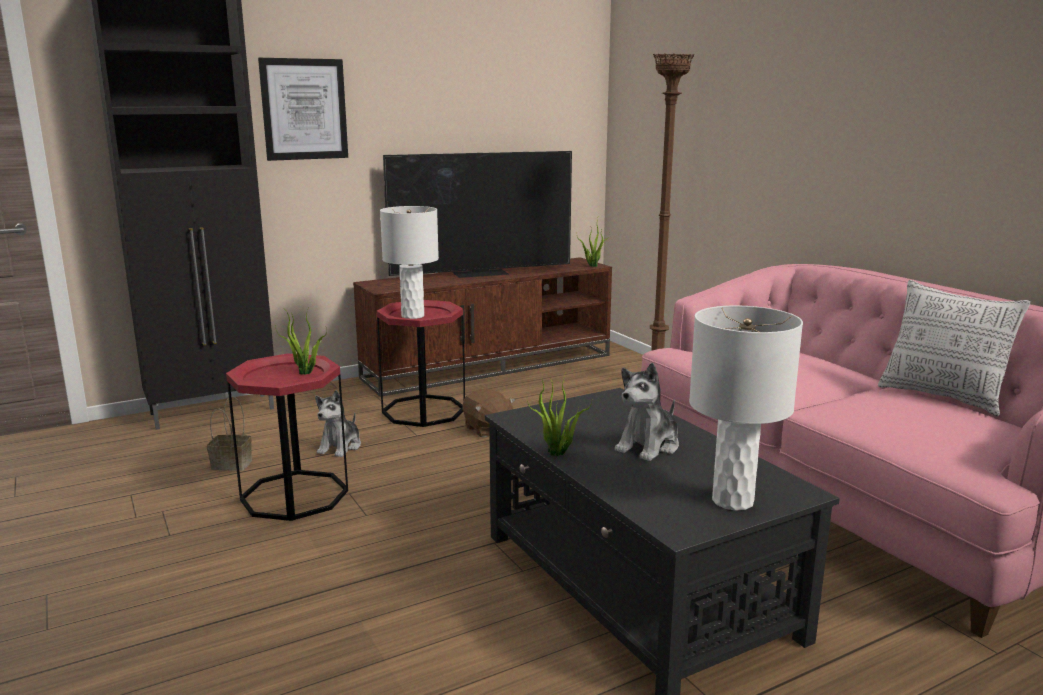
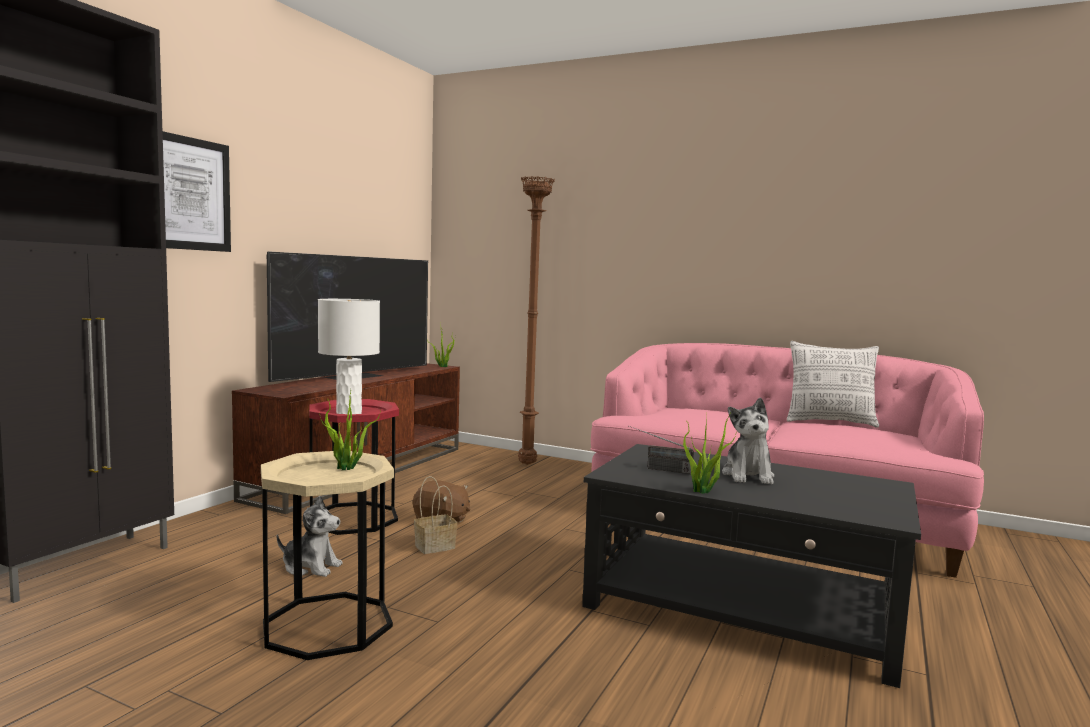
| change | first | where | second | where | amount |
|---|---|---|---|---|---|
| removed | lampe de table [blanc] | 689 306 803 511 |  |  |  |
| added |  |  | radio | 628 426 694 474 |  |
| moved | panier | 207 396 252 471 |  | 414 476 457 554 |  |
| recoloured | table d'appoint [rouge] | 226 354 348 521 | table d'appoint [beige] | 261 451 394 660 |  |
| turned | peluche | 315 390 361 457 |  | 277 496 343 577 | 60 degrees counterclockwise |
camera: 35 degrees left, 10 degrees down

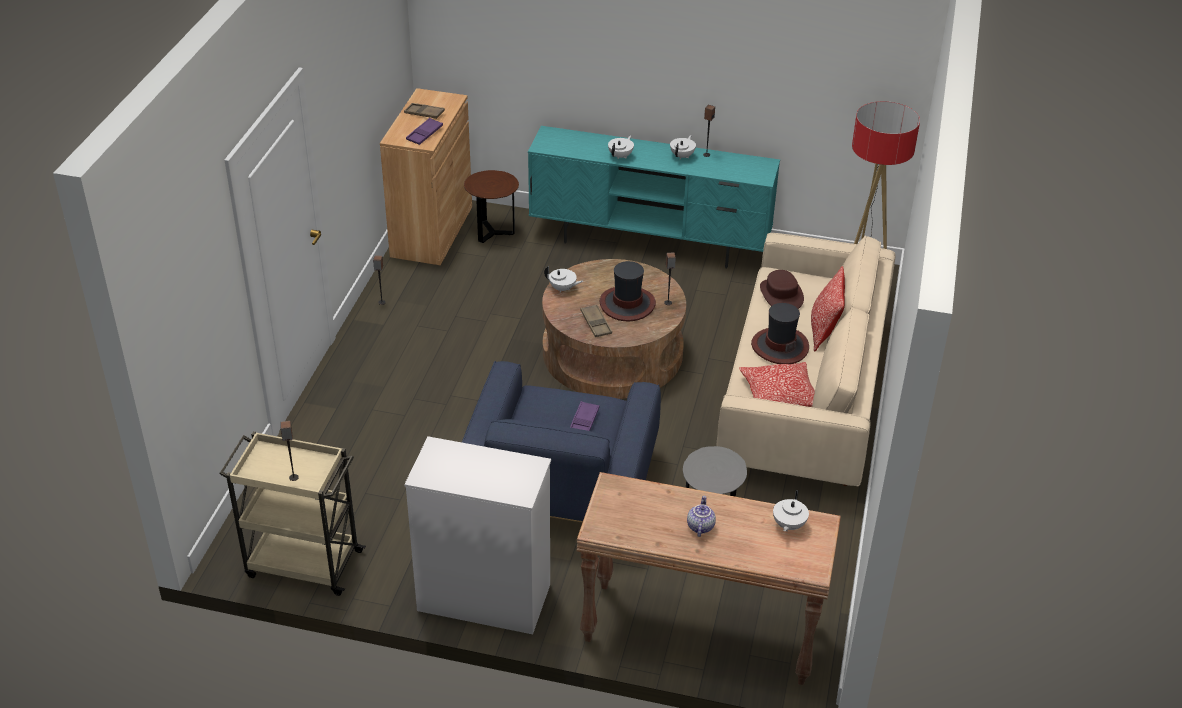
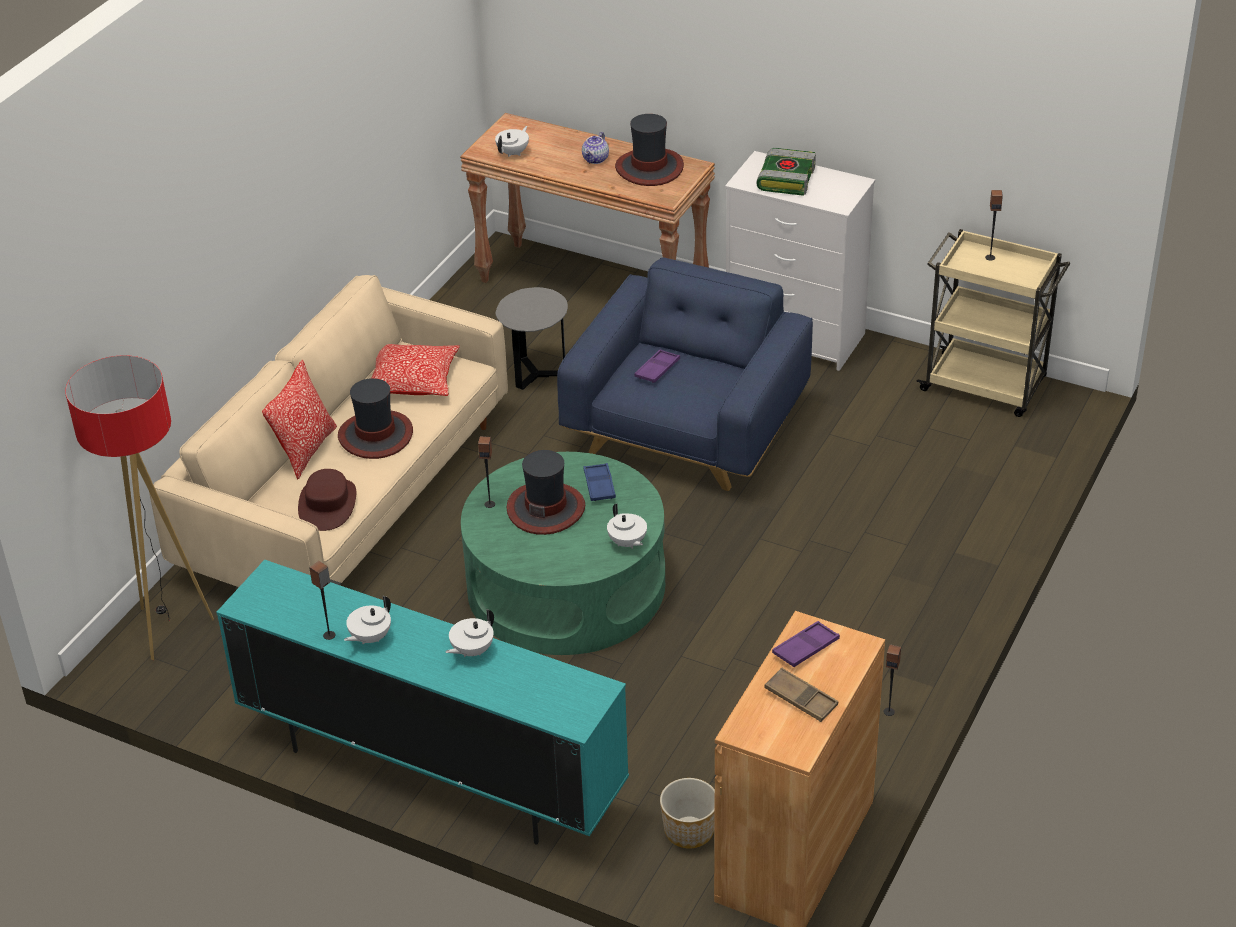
| change | first | where | second | where | amount |
|---|---|---|---|---|---|
| added |  |  | chapeau | 615 114 684 186 |  |
| added |  |  | livre | 756 148 816 196 |  |
| replaced | table d'appoint [marron] | 464 170 519 243 | cache-pot | 660 778 715 848 |  |
| recoloured | table basse [marron] | 542 259 686 399 | table basse [vert] | 461 452 665 655 |  |
| recoloured | plateau [marron] | 580 305 612 337 | plateau [bleu] | 584 463 616 501 |  |
| turned | théière [blanc] | 544 266 583 293 |  | 607 504 647 549 | 150 degrees counterclockwise |
camera: 165 degrees left, 0 degrees up

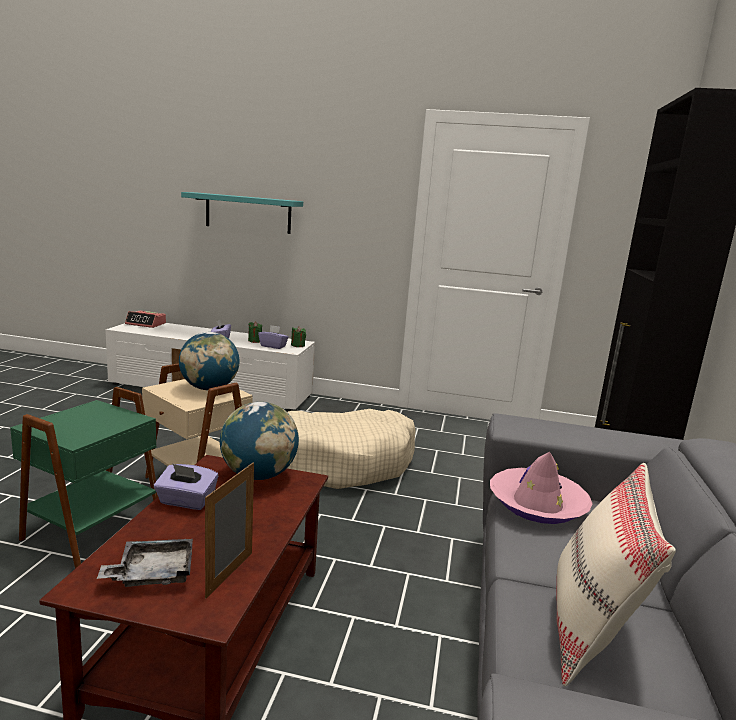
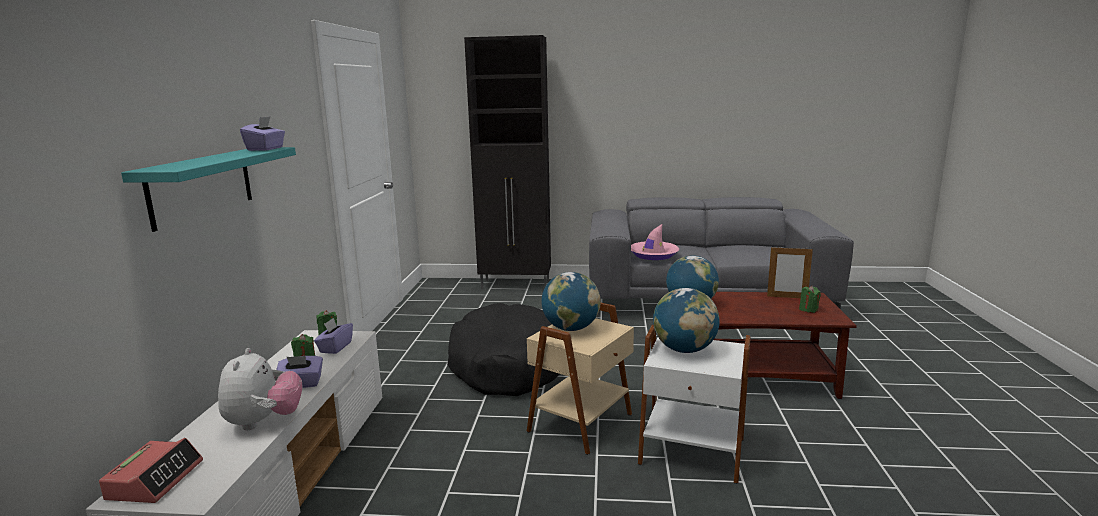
| change | first | where | second | where | amount |
|---|---|---|---|---|---|
| removed | coussin [beige] | 556 463 676 687 |  |  |  |
| added |  |  | peluche | 218 348 302 430 |  |
| added |  |  | globe | 653 288 720 353 |  |
| moved | boîte à mouchoirs [violet] | 154 463 218 510 |  | 240 116 285 151 |  |
| replaced | plateau [gris] | 97 539 193 587 | bougie [vert] | 799 286 821 313 |  |
| recoloured | table d'appoint [vert] | 10 387 158 569 | table d'appoint [blanc] | 638 324 751 484 |  |
| recoloured | panier pour chien [beige] | 287 409 416 489 | panier pour chien [noir] | 447 303 560 396 |  |
camera: 95 degrees left, 0 degrees up

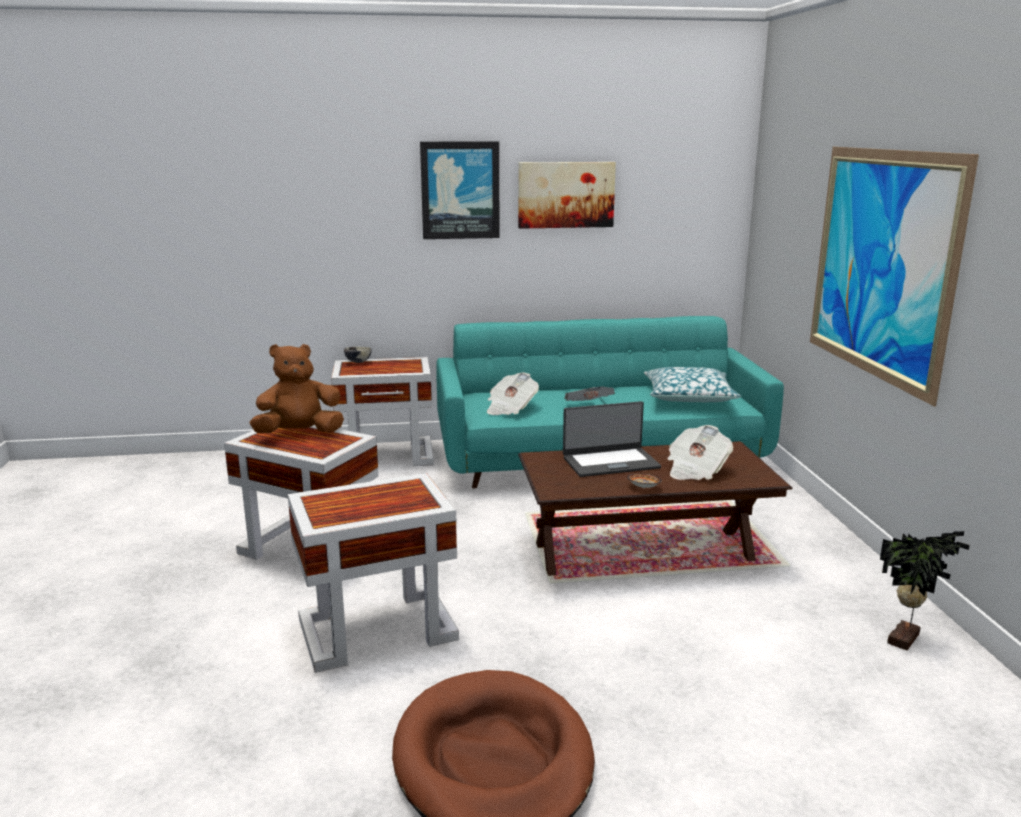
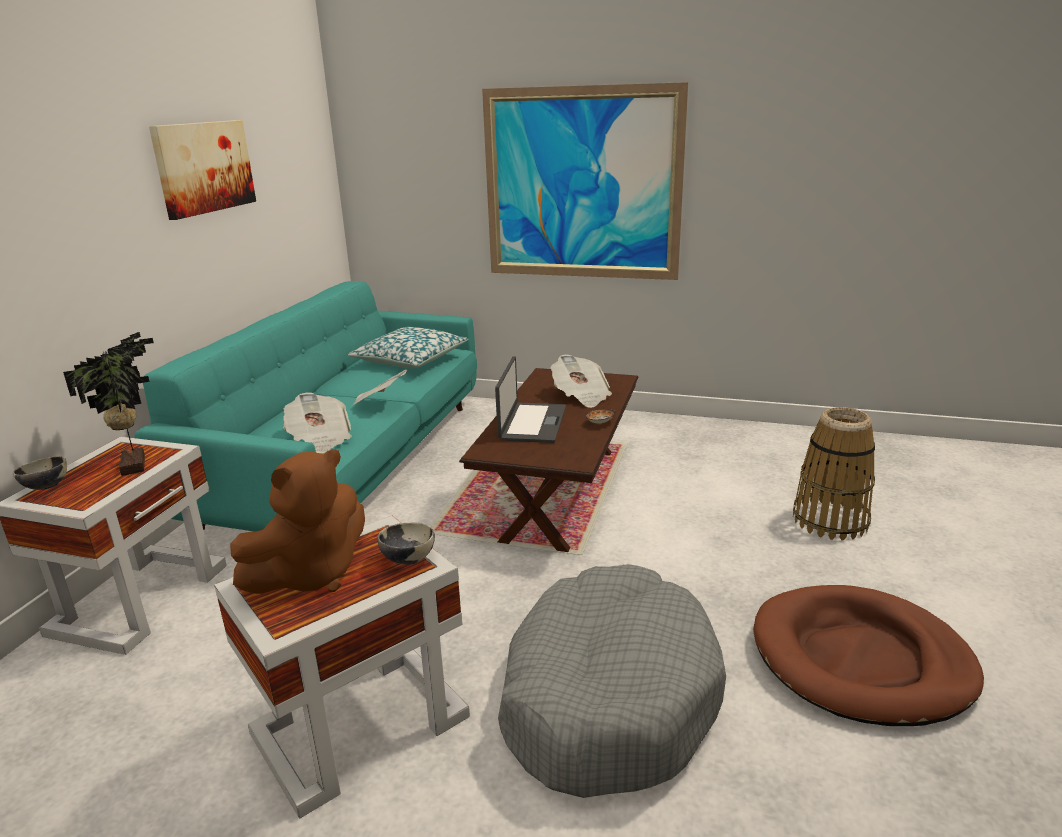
| change | first | where | second | where | amount |
|---|---|---|---|---|---|
| removed | tableau | 420 141 500 239 |  |  |  |
| added |  |  | bol | 377 522 435 565 |  |
| added |  |  | panier | 793 407 875 540 |  |
| moved | plante en pot | 880 531 970 650 |  | 63 332 154 476 |  |
| replaced | table d'appoint [blanc] | 288 473 459 673 | panier pour chien [gris] | 498 564 726 798 |  |
| turned | peluche [marron] | 249 344 344 433 |  | 230 449 365 594 | 135 degrees counterclockwise |
camera: 65 degrees left, 5 degrees up

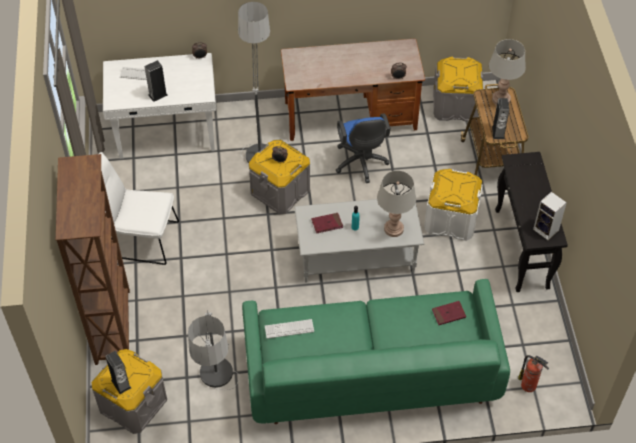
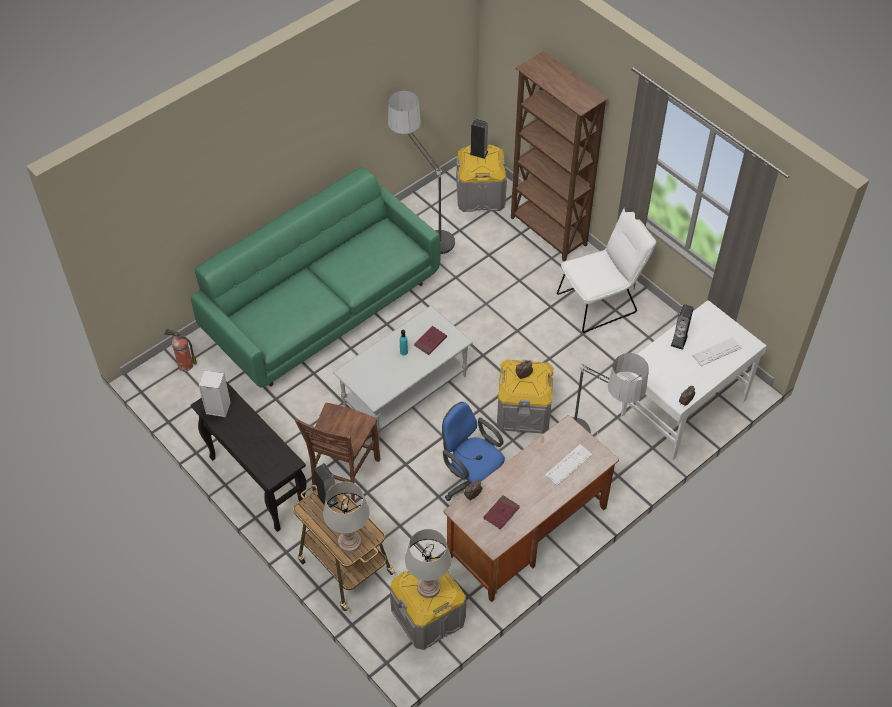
| change | first | where | second | where | amount |
|---|---|---|---|---|---|
| moved | clavier | 265 319 314 339 |  | 545 444 592 486 |  |
| moved | lampe de table [gris] | 377 170 416 237 |  | 405 529 451 598 |  |
| moved | livre [rouge] | 432 301 466 325 |  | 483 495 520 530 |  |
| replaced | boîte de rangement [blanc] | 424 169 483 241 | chaise [marron] | 295 403 380 502 |  |
camera: 145 degrees right, 0 degrees up

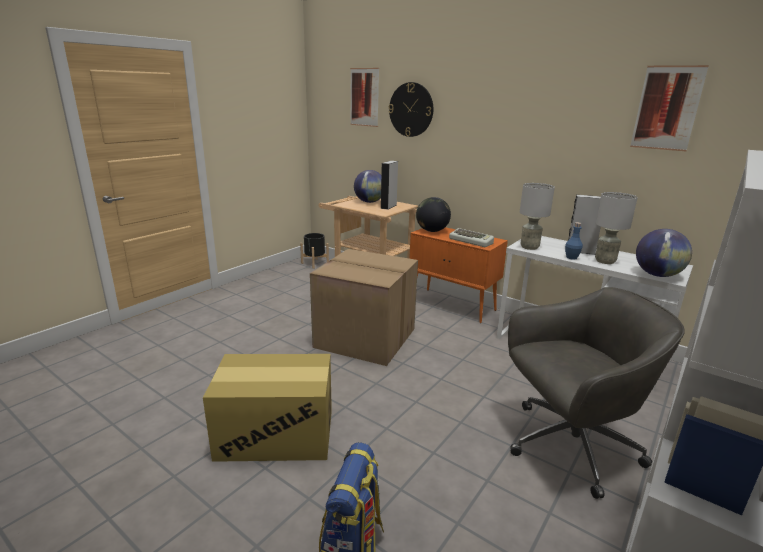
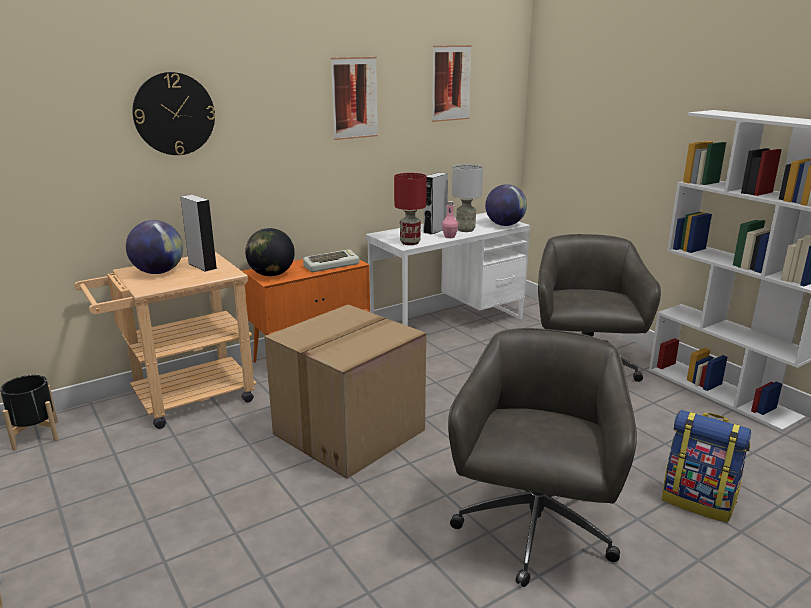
| change | first | where | second | where | amount |
|---|---|---|---|---|---|
| moved | tableau | 350 68 379 127 |  | 331 57 378 140 |  |
| replaced | carton | 203 354 332 462 | chaise de bureau [gris] | 448 328 637 587 |  |
| recoloured | lampe de table [gris] | 519 183 555 250 | lampe de table [rouge] | 394 173 427 245 |  |
| recoloured | bouteille [bleu] | 565 222 583 260 | bouteille [rose] | 442 201 458 238 |  |
camera: 70 degrees left, 0 degrees up

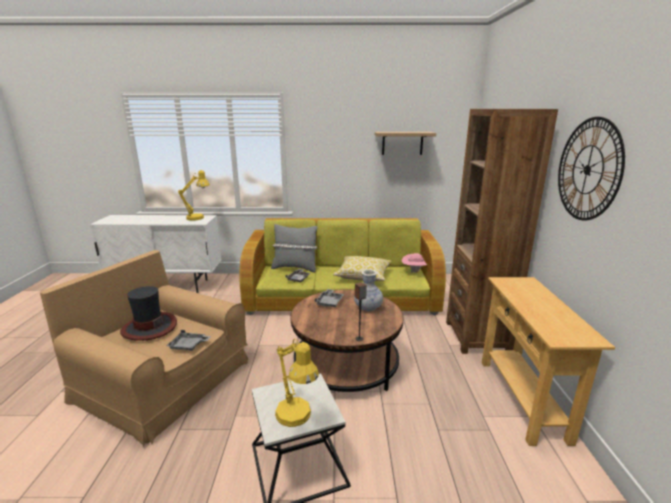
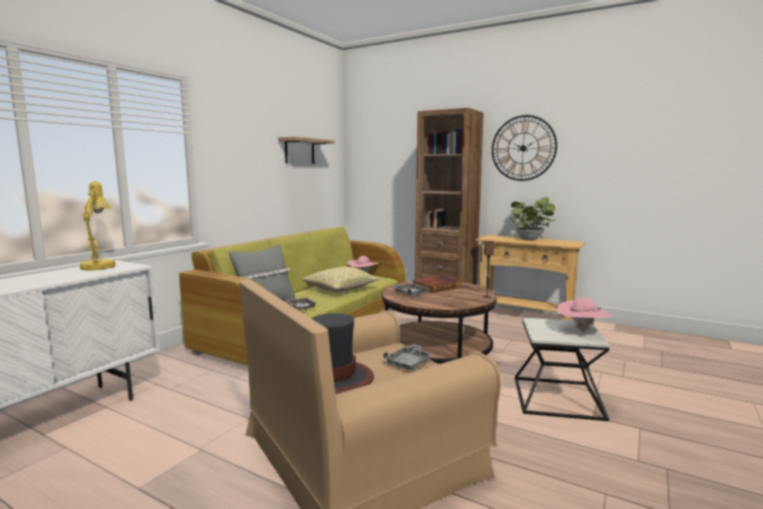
| change | first | where | second | where | amount |
|---|---|---|---|---|---|
| added |  |  | plante en pot | 509 197 555 241 |  |
| replaced | lampe de table [jaune] | 275 339 319 427 | chapeau [rose] | 556 298 613 332 |  |
| replaced | vase | 354 269 383 311 | livre | 412 275 461 293 |  |
camera: 60 degrees left, 10 degrees down

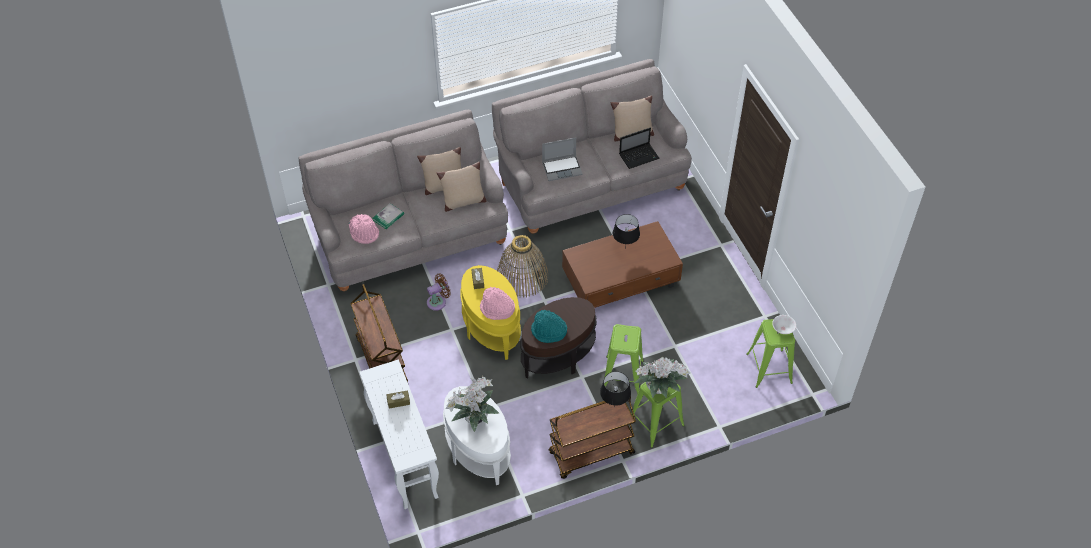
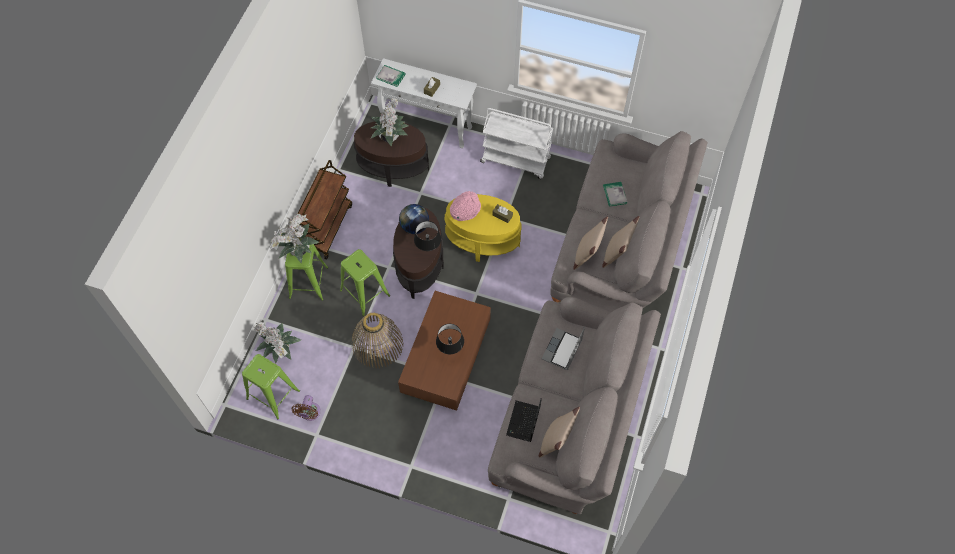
| change | first | where | second | where | amount |
|---|---|---|---|---|---|
| removed | chapeau [rose] | 349 214 379 244 |  |  |  |
| removed | bol [blanc] | 772 315 796 334 |  |  |  |
| added |  |  | plante en pot | 254 322 301 364 |  |
| added |  |  | livre | 377 65 406 87 |  |
| moved | ventilateur [marron] | 427 273 451 311 |  | 291 395 321 421 |  |
| moved | panier | 497 235 548 298 |  | 352 313 404 369 |  |
| moved | lampe de table [noir] | 600 371 631 407 |  | 414 221 441 251 |  |
| replaced | chapeau [turquoise] | 531 310 567 343 | globe | 399 204 429 234 |  |
| recoloured | chariot [marron] | 350 284 408 382 | chariot [blanc] | 480 108 553 179 |  |
| recoloured | table d'appoint [blanc] | 443 386 511 485 | table d'appoint [marron] | 354 122 429 187 |  |
camera: 130 degrees right, 10 degrees up

